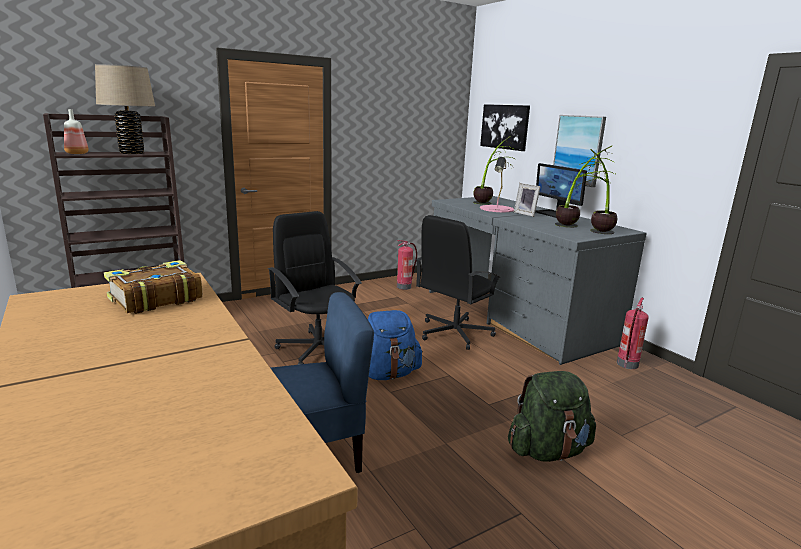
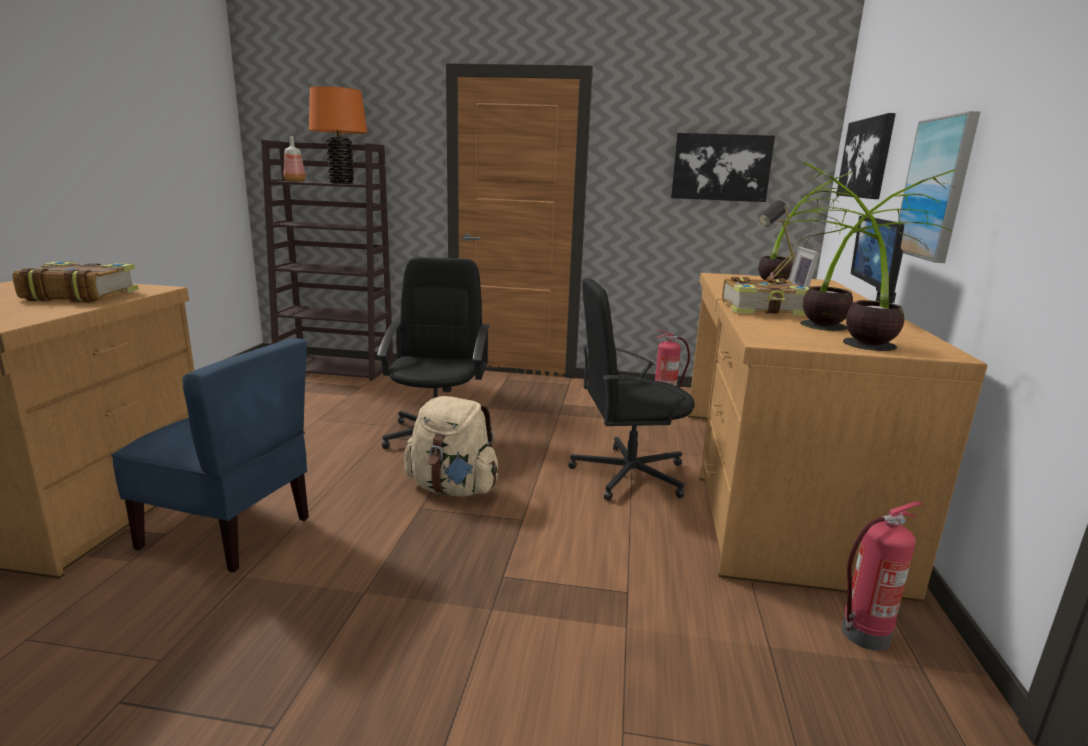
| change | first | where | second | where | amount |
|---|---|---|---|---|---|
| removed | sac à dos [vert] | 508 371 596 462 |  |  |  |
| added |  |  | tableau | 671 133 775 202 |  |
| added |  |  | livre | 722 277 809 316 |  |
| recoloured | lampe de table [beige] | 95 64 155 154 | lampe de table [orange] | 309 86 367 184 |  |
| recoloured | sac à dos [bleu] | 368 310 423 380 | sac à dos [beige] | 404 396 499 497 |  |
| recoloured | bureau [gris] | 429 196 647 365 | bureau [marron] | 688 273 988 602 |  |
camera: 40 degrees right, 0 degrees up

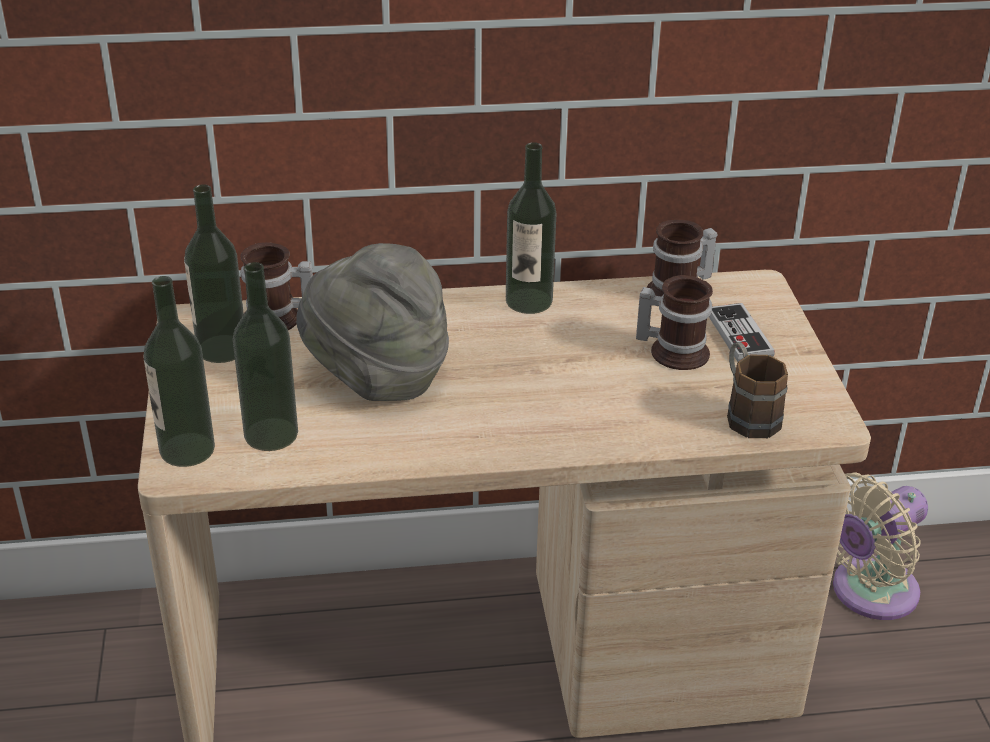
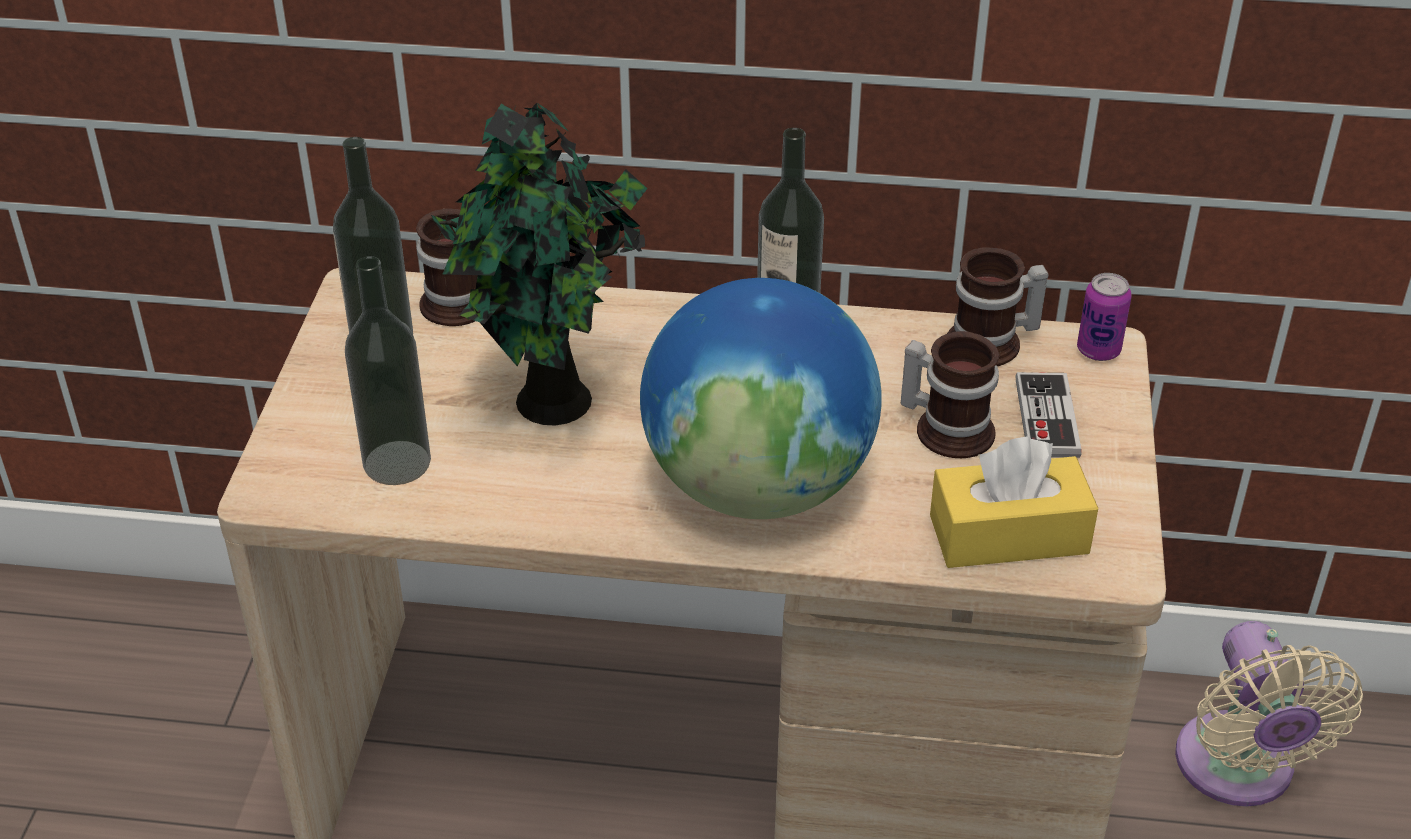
| change | first | where | second | where | amount |
|---|---|---|---|---|---|
| removed | bouteille | 143 276 215 467 |  |  |  |
| added |  |  | globe | 640 278 882 519 |  |
| added |  |  | boîte métallique | 1077 273 1132 361 |  |
| replaced | chapeau [gris] | 296 243 449 401 | plante en pot | 431 102 647 426 |  |
| replaced | mug [marron] | 727 342 788 438 | boîte à mouchoirs [jaune] | 930 436 1098 568 |  |
| turned | ventilateur [beige] | 833 472 928 620 |  | 1175 621 1363 807 | 75 degrees counterclockwise |
camera: 15 degrees right, 5 degrees up

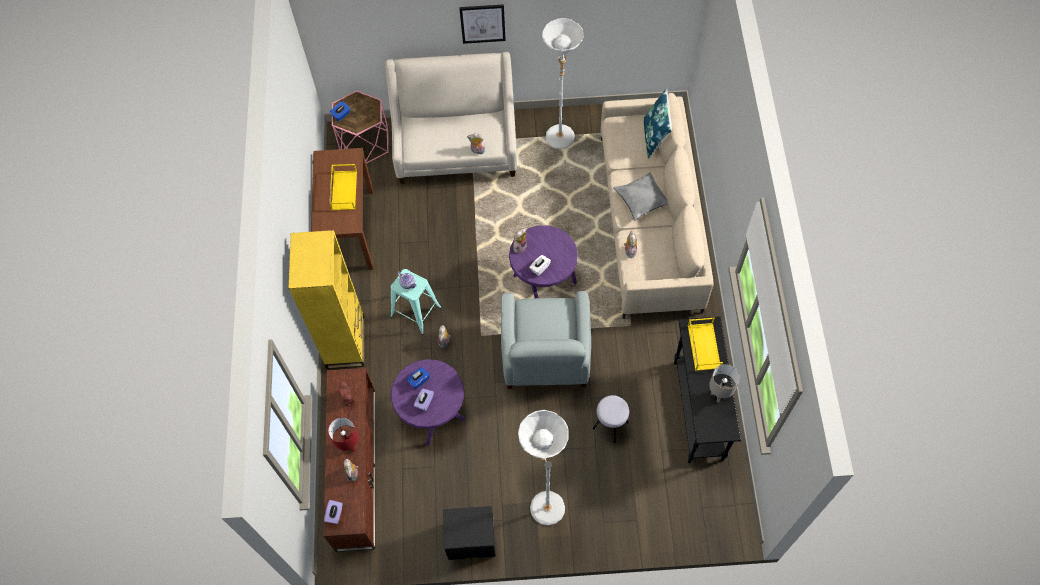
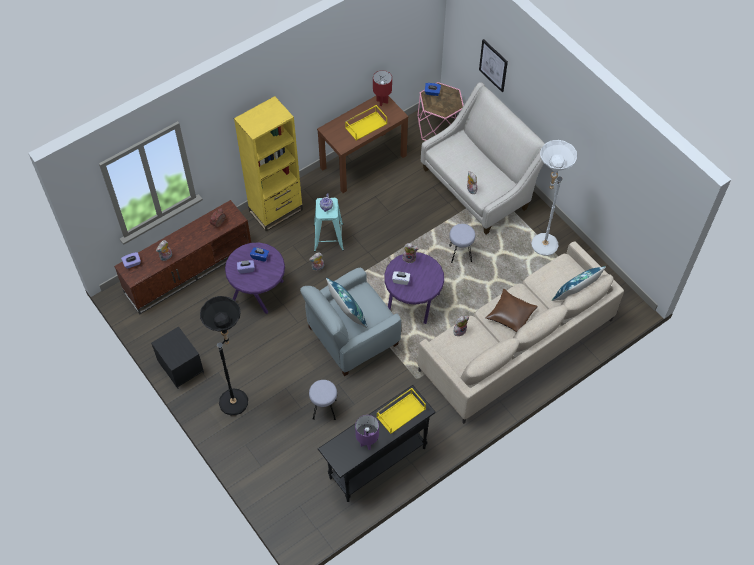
| change | first | where | second | where | amount |
|---|---|---|---|---|---|
| added |  |  | coussin [bleu] | 326 278 367 328 |  |
| added |  |  | tabouret [gris] | 449 224 475 263 |  |
| moved | lampe de table [rouge] | 328 417 359 452 |  | 373 70 392 106 |  |
| moved | tableau | 459 4 506 44 |  | 479 39 508 92 |  |
| recoloured | lampadaire [blanc] | 518 410 569 526 | lampadaire [noir] | 200 296 248 415 |  |
| recoloured | coussin [gris] | 613 172 668 221 | coussin [marron] | 486 289 538 332 |  |
| recoloured | lampe de table [gris] | 709 364 740 403 | lampe de table [violet] | 355 415 379 450 |  |
camera: 55 degrees right, 5 degrees down

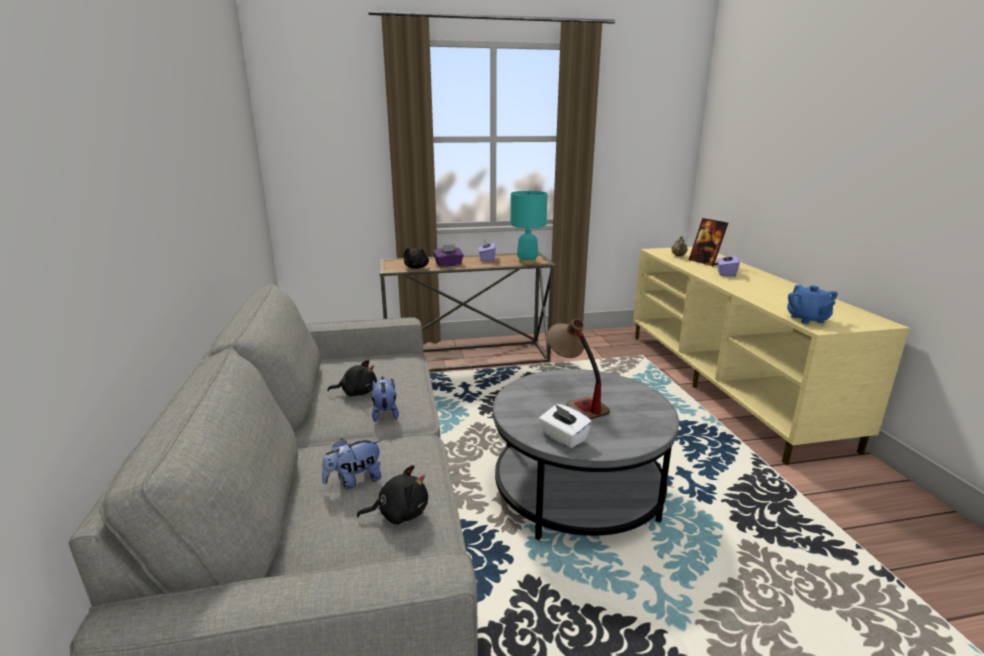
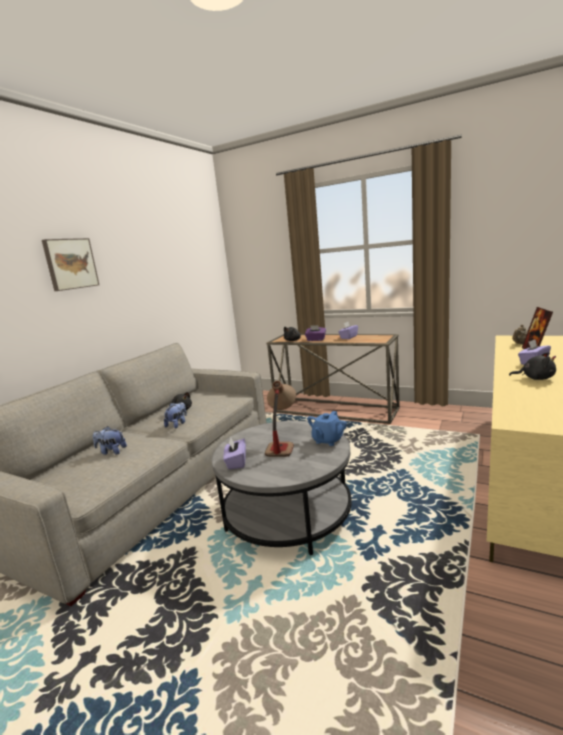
| change | first | where | second | where | amount |
|---|---|---|---|---|---|
| removed | lampe de table [turquoise] | 510 190 548 264 |  |  |  |
| added |  |  | tableau | 42 238 99 291 |  |
| moved | peluche [noir] | 357 465 428 525 |  | 509 352 556 380 |  |
| moved | théière [bleu] | 787 285 838 324 |  | 307 411 347 446 |  |
| recoloured | boîte à mouchoirs [blanc] | 539 404 592 448 | boîte à mouchoirs [violet] | 223 437 246 469 |  |
camera: 40 degrees right, 5 degrees down

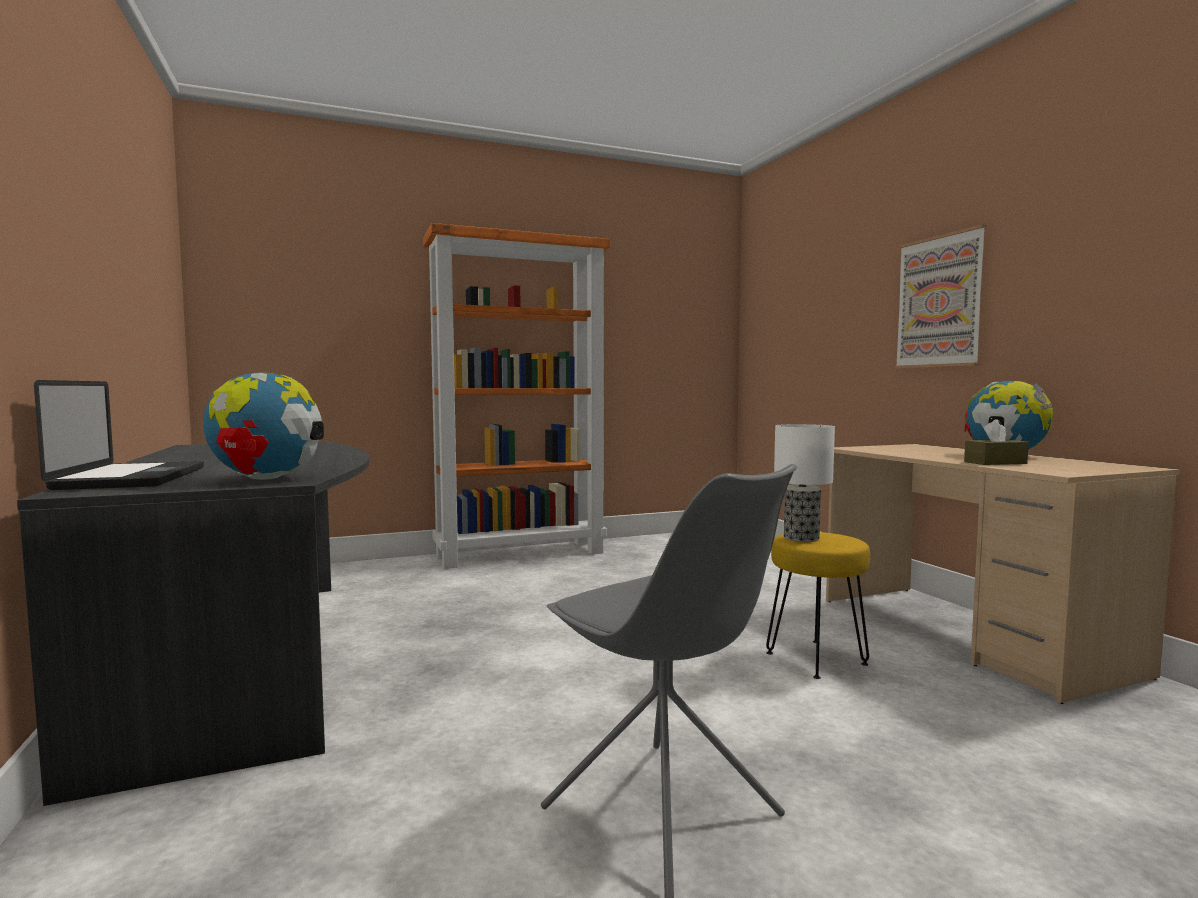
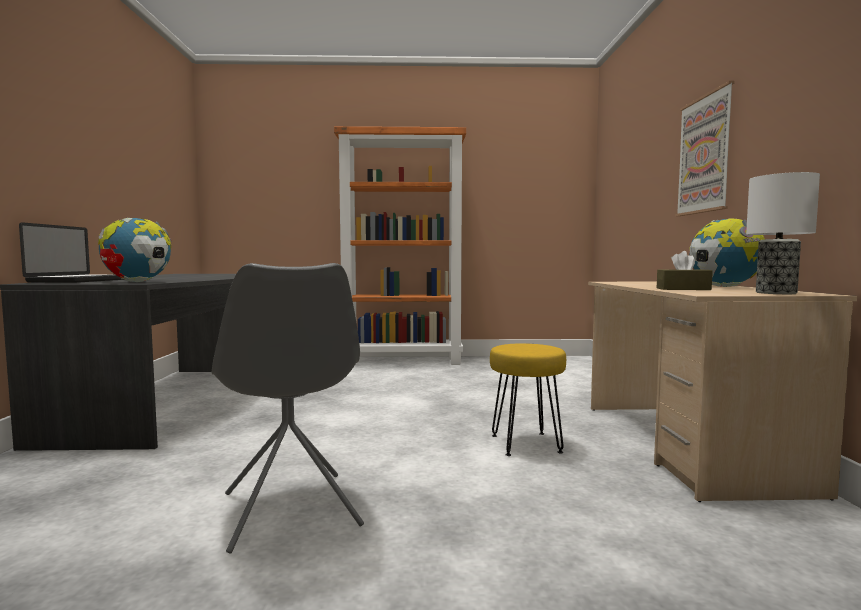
| change | first | where | second | where | amount |
|---|---|---|---|---|---|
| moved | lampe de table | 774 424 835 542 |  | 746 172 820 294 |  |
camera: 20 degrees right, 0 degrees up

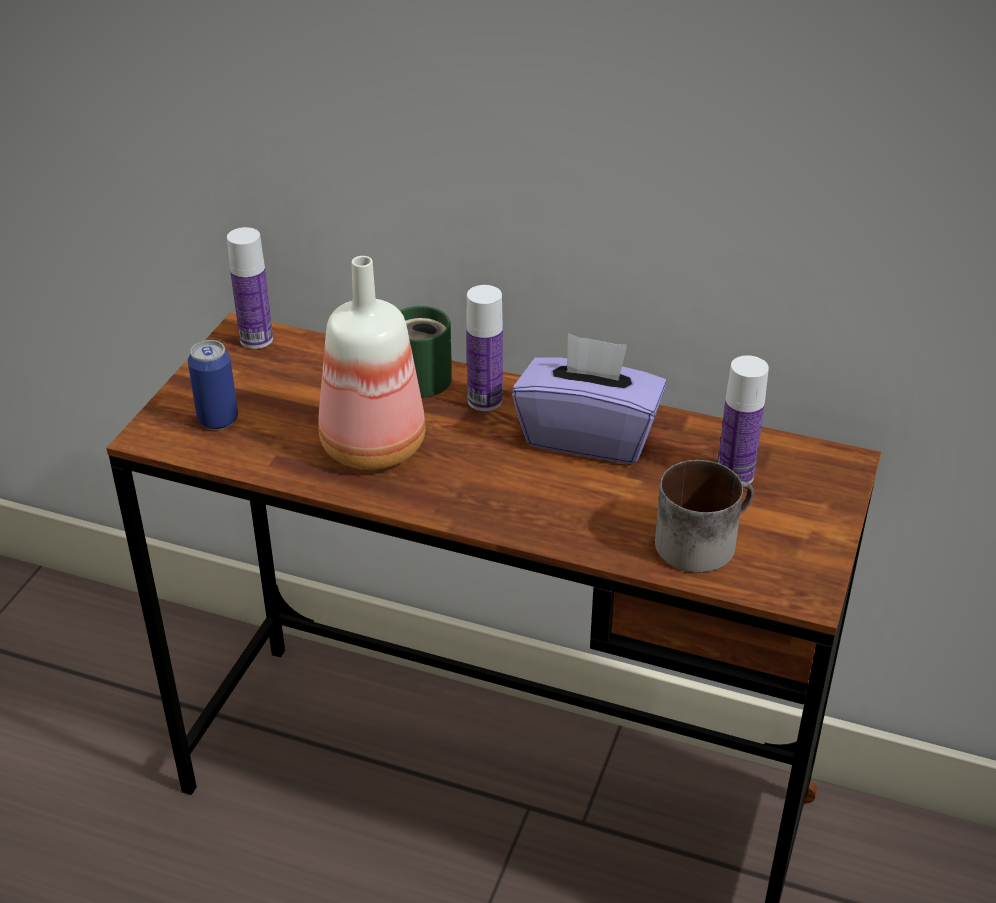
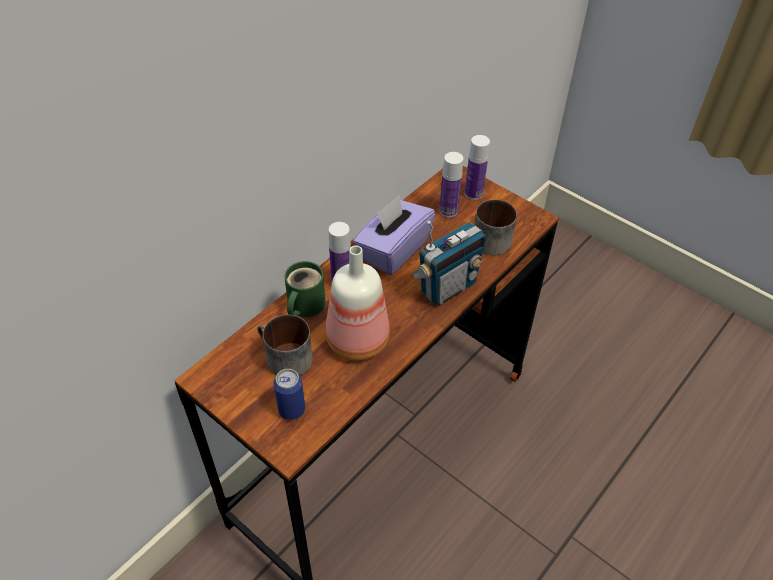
| change | first | where | second | where | amount |
|---|---|---|---|---|---|
| added |  |  | mug | 257 315 313 375 |  |
| added |  |  | radio | 412 221 487 306 |  |
| moved | bouteille | 227 227 273 349 |  | 465 135 490 200 |  |
camera: 70 degrees left, 10 degrees up

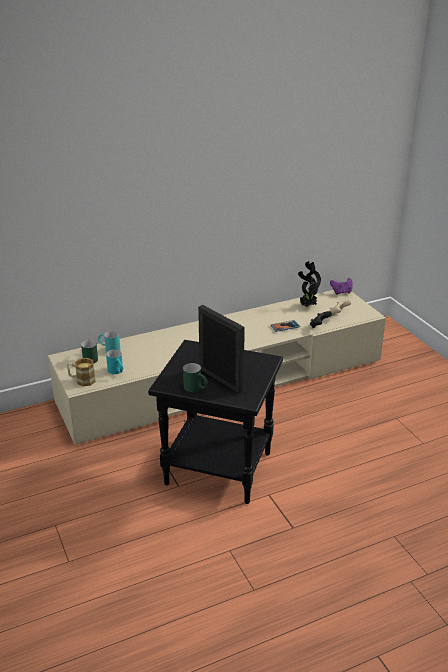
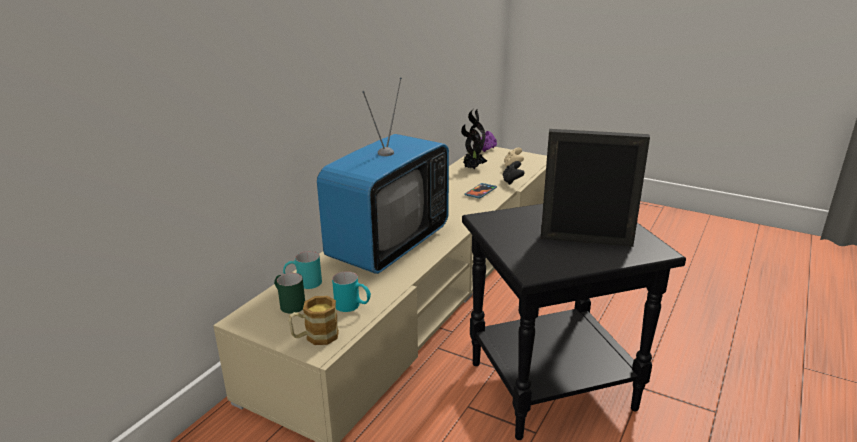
| change | first | where | second | where | amount |
|---|---|---|---|---|---|
| removed | mug [vert] | 183 363 208 392 |  |  |  |
| added |  |  | téléviseur | 317 78 449 274 |  |
camera: 35 degrees left, 5 degrees down

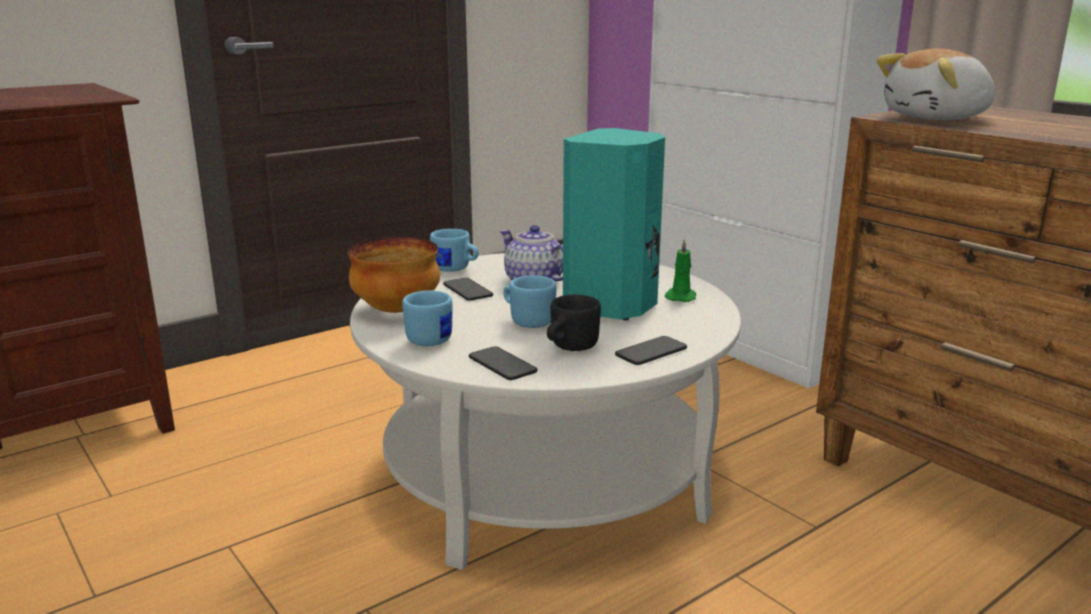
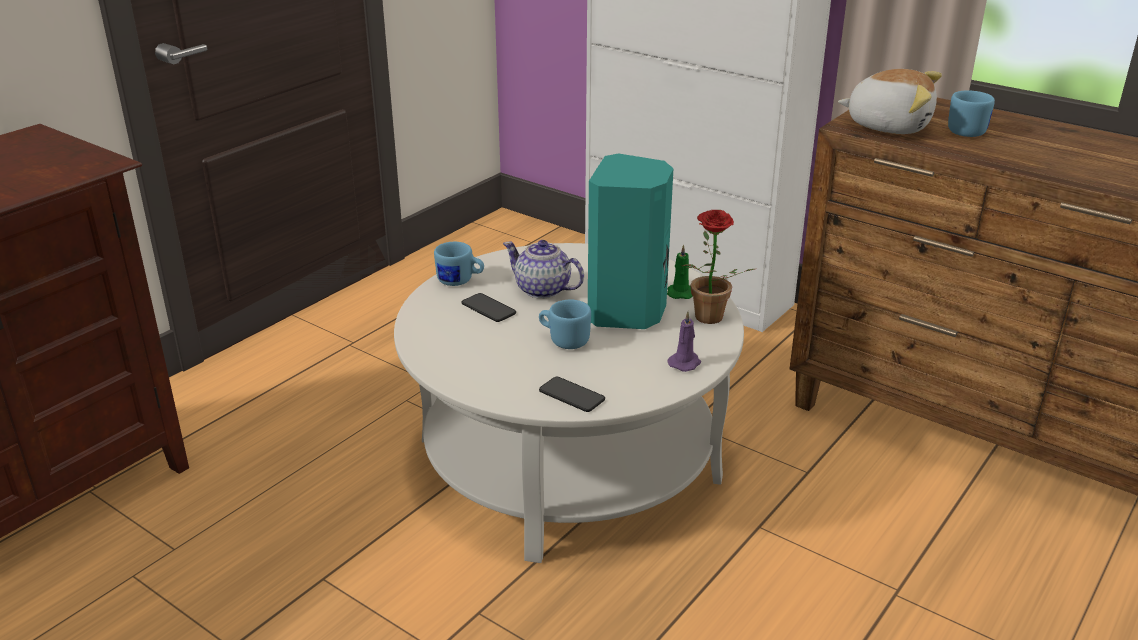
| change | first | where | second | where | amount |
|---|---|---|---|---|---|
| removed | bol | 348 237 440 313 |  |  |  |
| removed | mug [noir] | 547 295 601 351 |  |  |  |
| added |  |  | plante en pot | 683 210 755 324 |  |
| moved | mug [bleu] | 402 291 452 346 |  | 948 90 995 137 |  |
| replaced | téléphone | 615 336 687 365 | bougie [violet] | 667 312 701 372 |  |
| turned | peluche | 877 49 995 120 |  | 838 69 942 134 | 120 degrees counterclockwise |
camera: 15 degrees left, 10 degrees up

